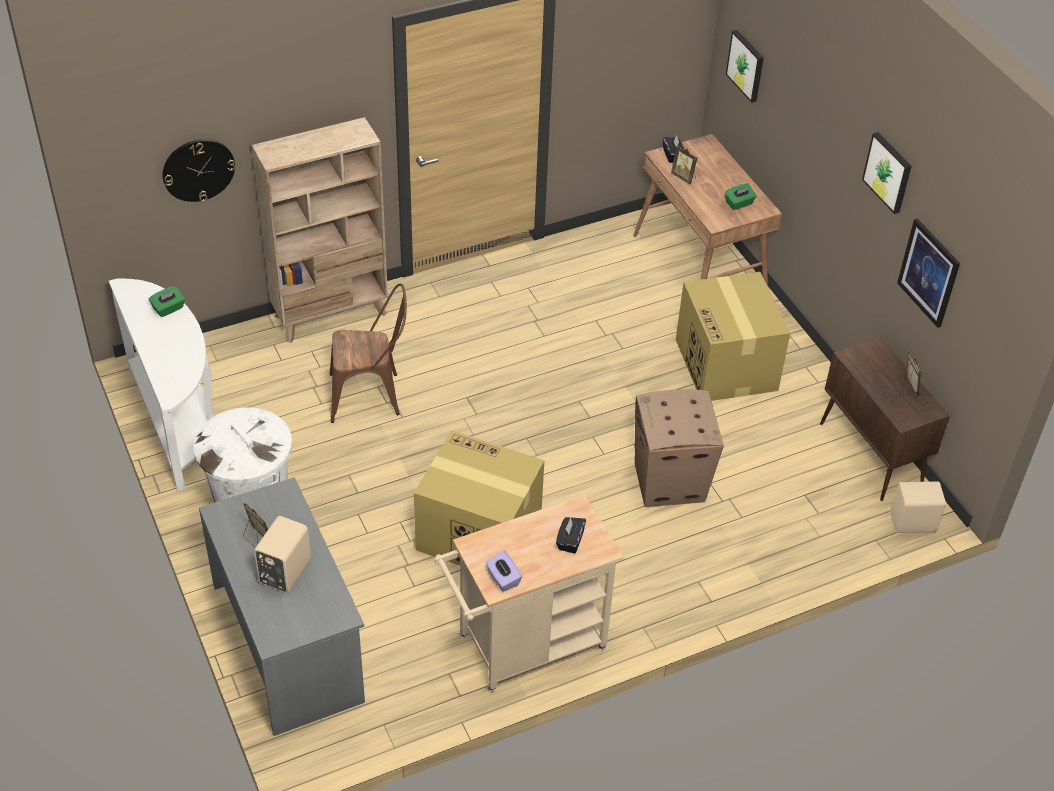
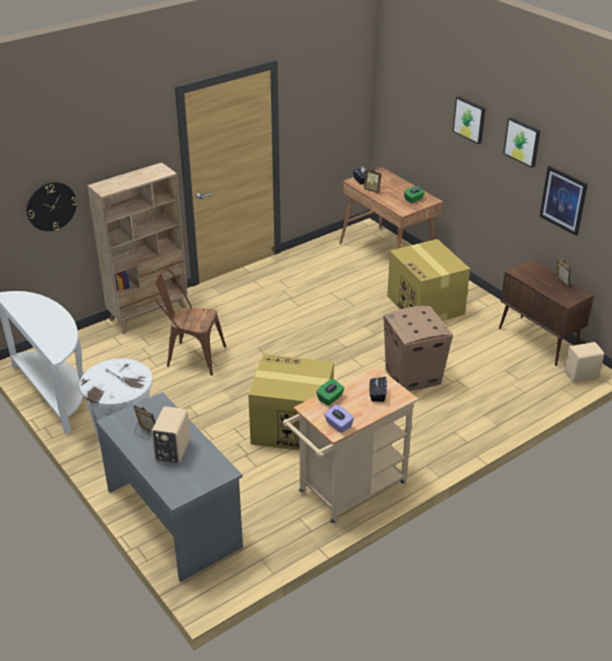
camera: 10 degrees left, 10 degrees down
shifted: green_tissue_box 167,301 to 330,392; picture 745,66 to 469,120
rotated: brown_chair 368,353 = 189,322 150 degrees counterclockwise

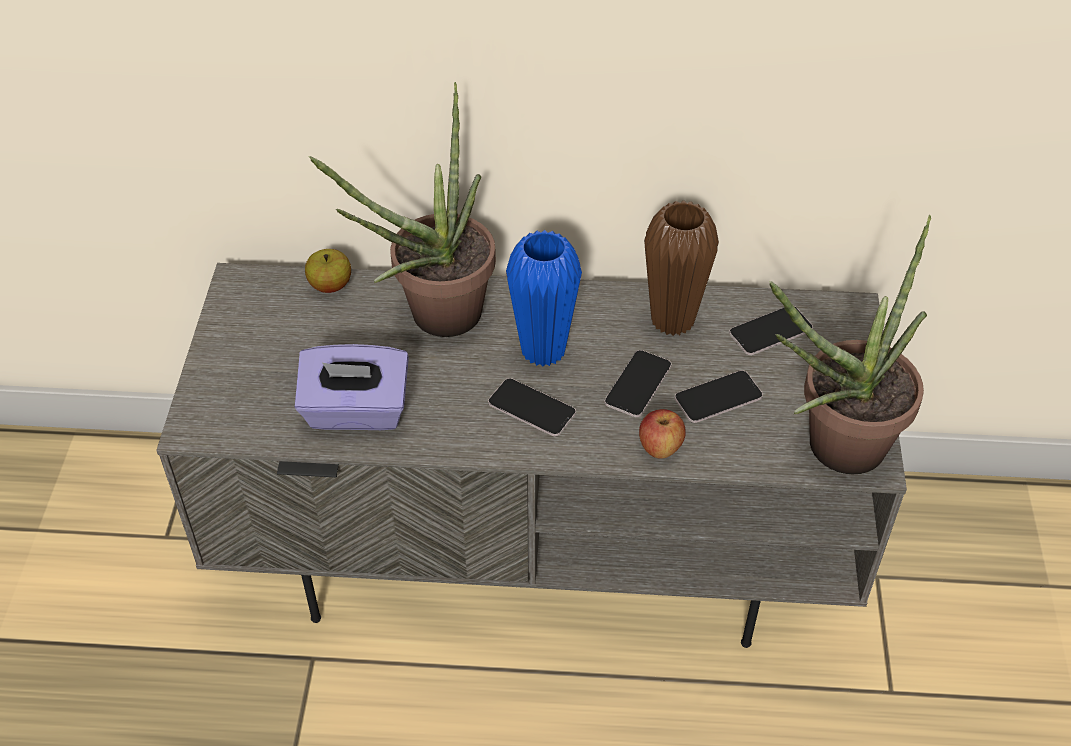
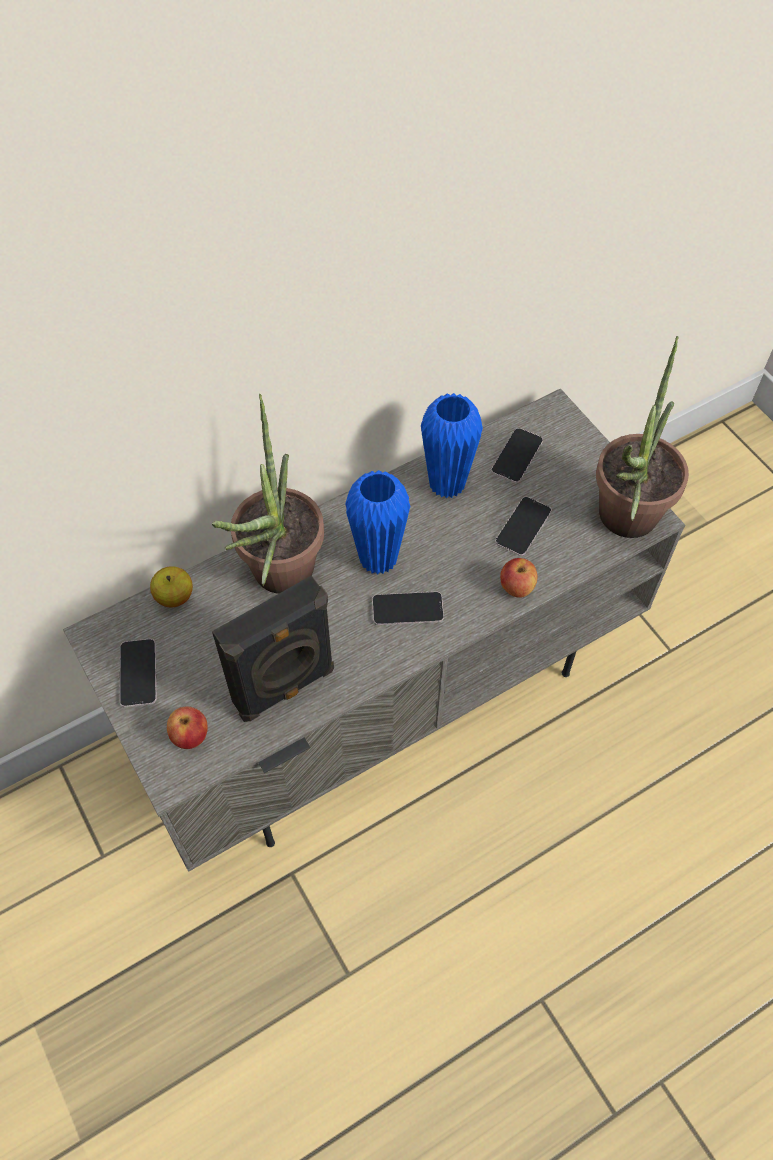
camera: 35 degrees left, 10 degrees up
new: apple 187,728
shifted: phone 638,383 to 138,673
swapped: purple_tissue_box 352,387 to black_speaker 273,648
repainted: brown_vase 681,268 to blue_vase 452,446

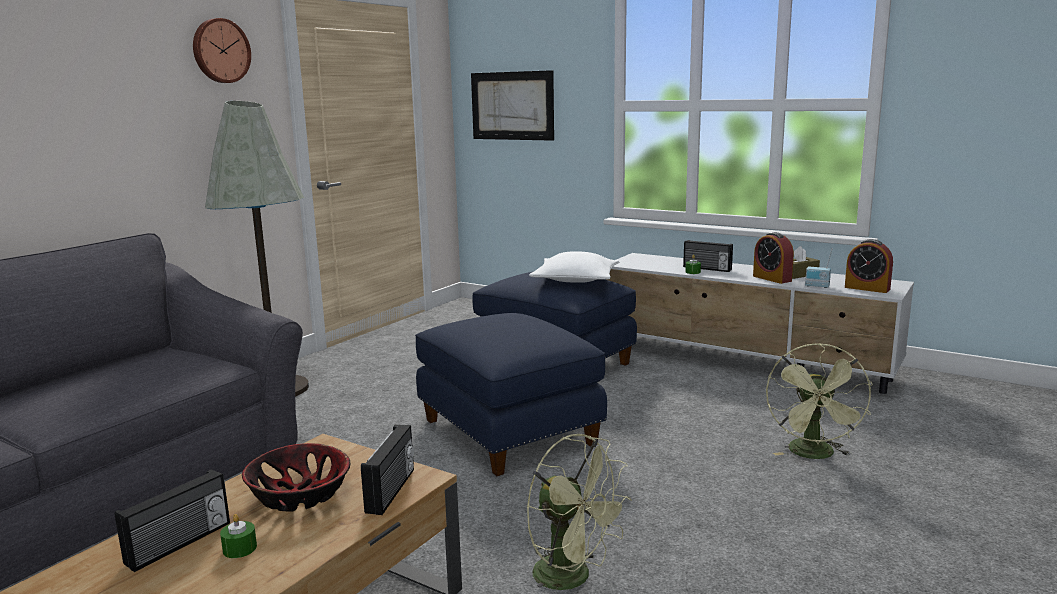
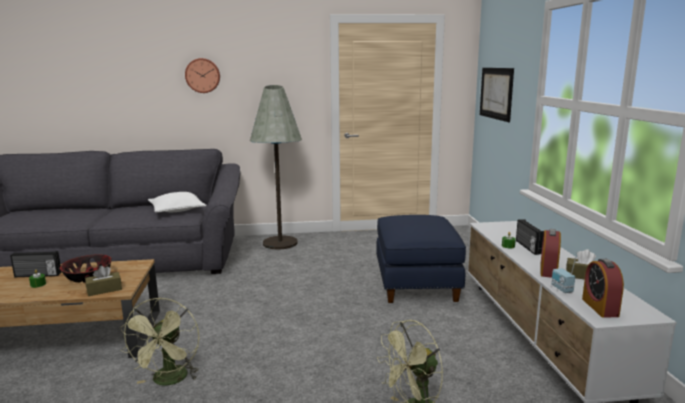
camera: 50 degrees right, 0 degrees up
gone: blue_ottoman 511,394
shifted: wall_clock 222,50 to 202,75; white_pillow 574,267 to 177,202
swapped: radio 387,470 to brown_tissue_box 103,281

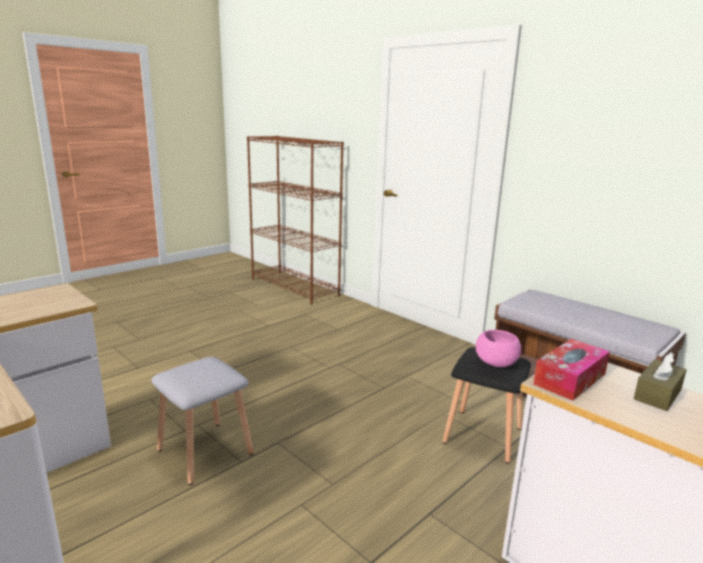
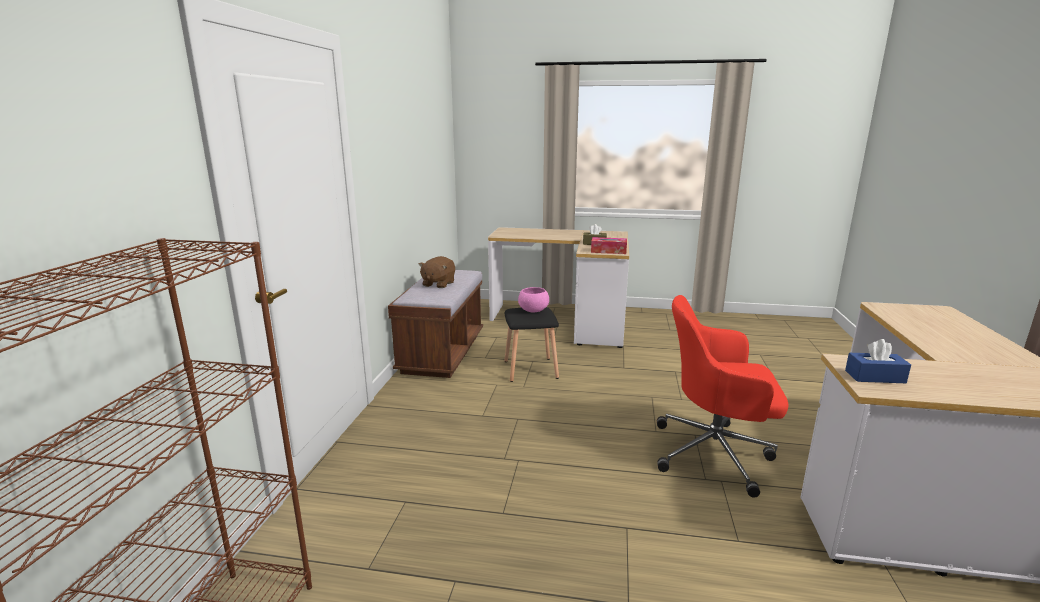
camera: 125 degrees left, 0 degrees up
new: brown_plush_toy 437,272; blue_tissue_box 878,361
swapped: grey_stool 202,421 to red_office_chair 722,396

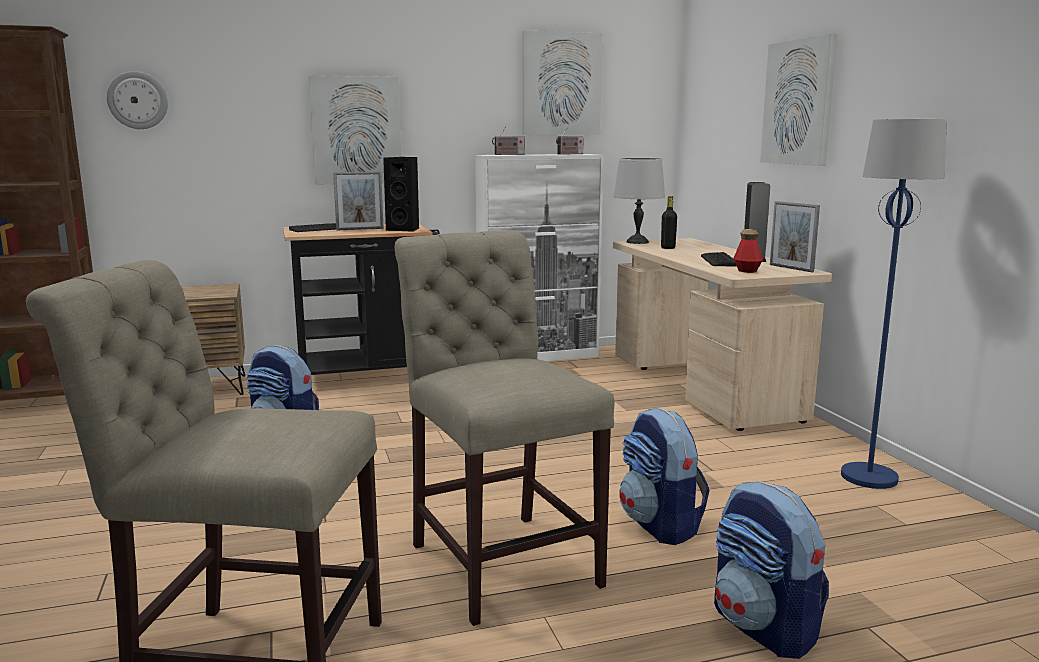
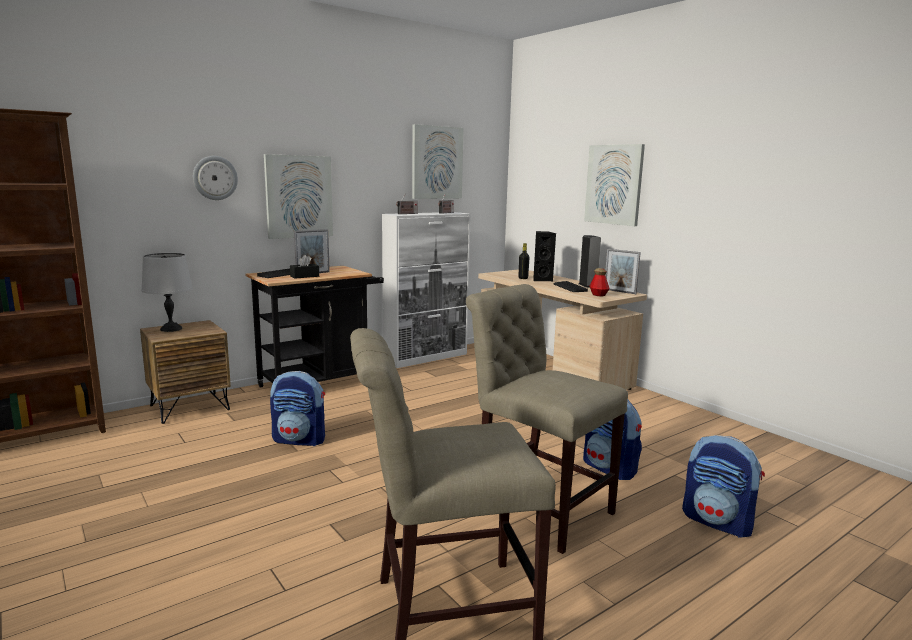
camera: 20 degrees left, 0 degrees up
gone: blue_floor_lamp 894,304
new: black_tissue_box 304,266
shifted: wall_clock 137,100 to 215,178; black_speaker 401,194 to 544,256; grey_table_lamp 639,201 to 167,292

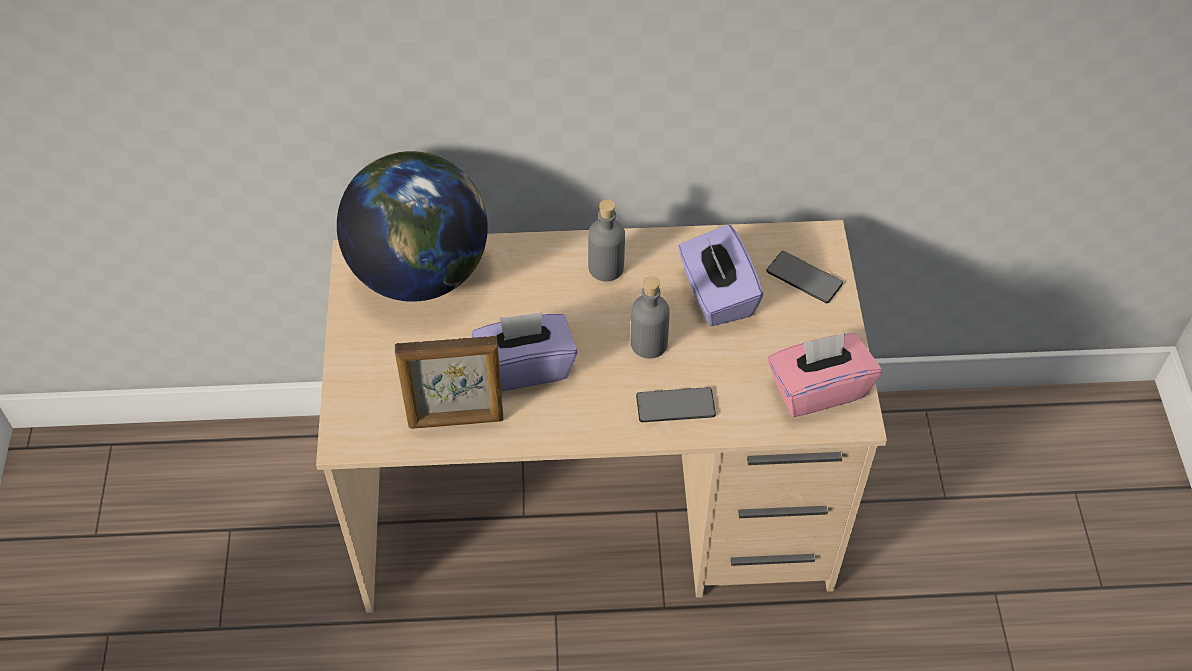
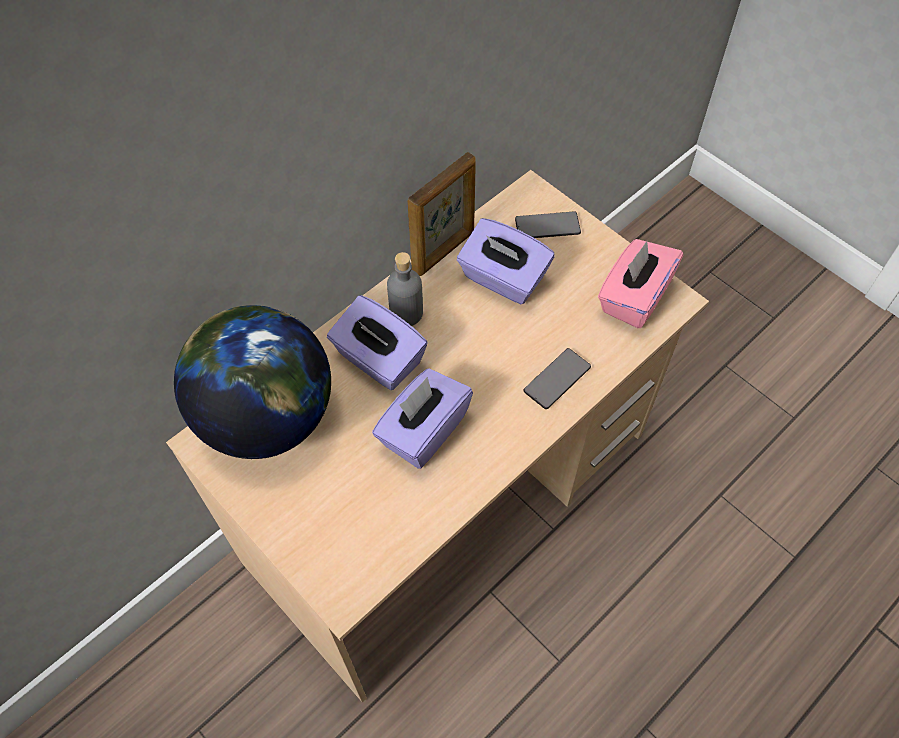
camera: 40 degrees left, 5 degrees up
gone: grey_bottle 650,317
new: purple_tissue_box 377,342
shifted: picture_frame 449,382 to 441,214

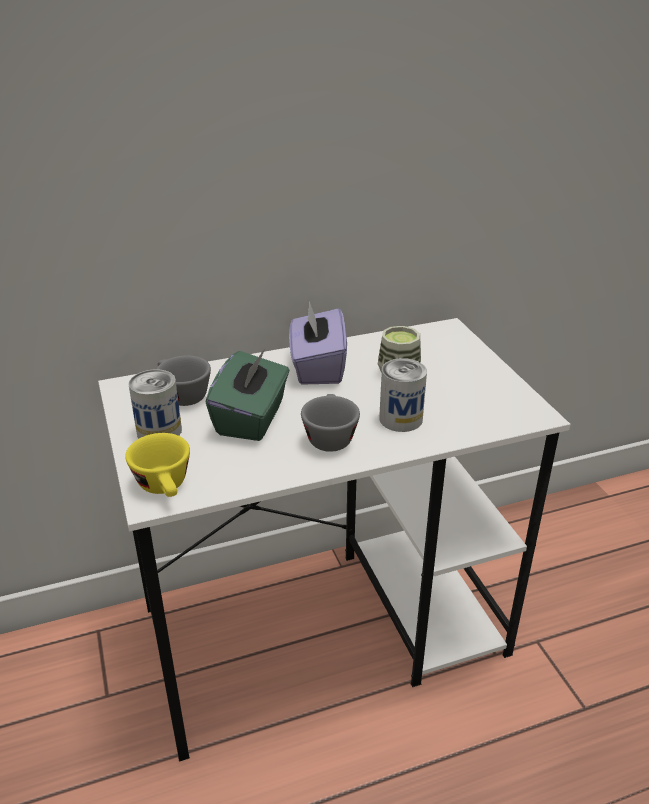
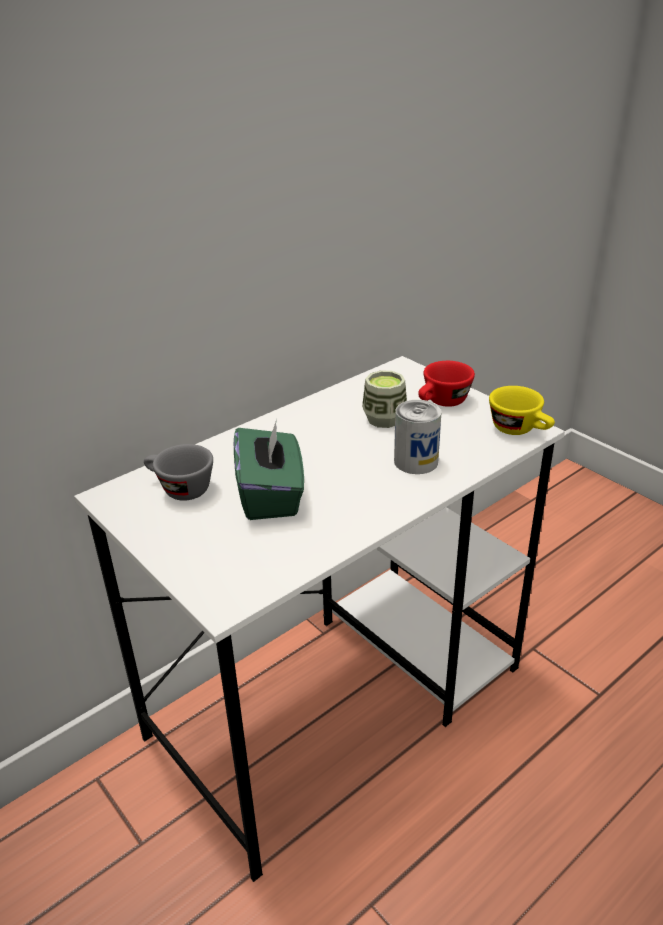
camera: 20 degrees left, 0 degrees up
gone: can 155,403; purple_tissue_box 318,343; grey_cup 330,423
new: red_cup 446,384
shifted: yellow_cup 157,465 to 522,410

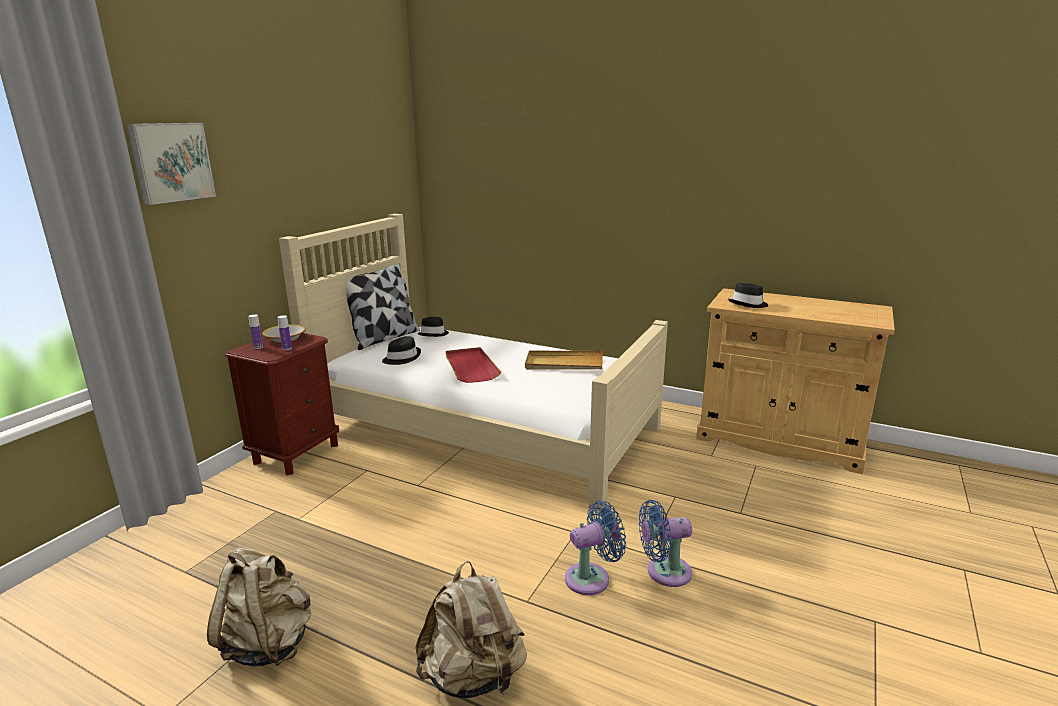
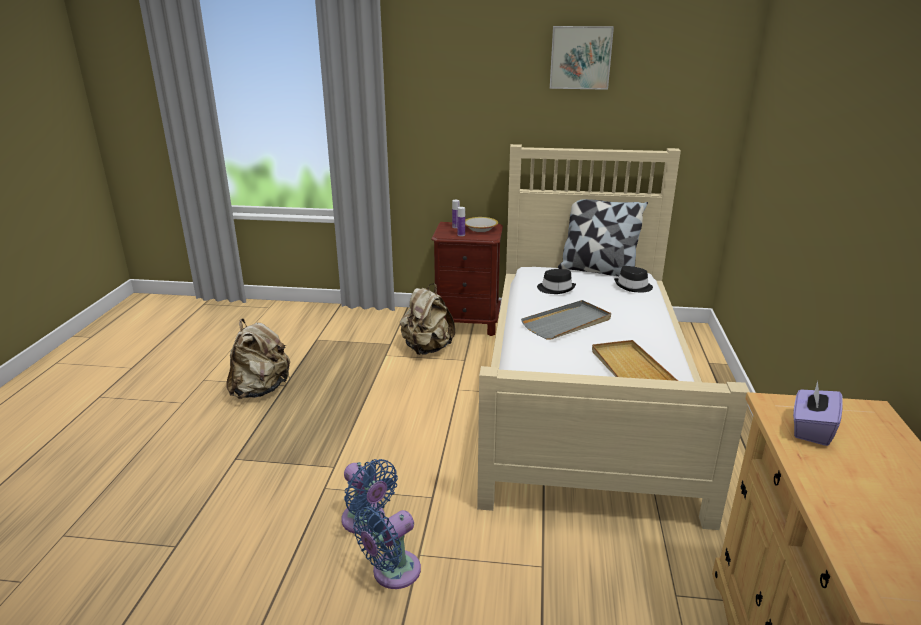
camera: 70 degrees right, 5 degrees up
shifted: picture 171,164 to 582,58; beige_backpack 471,629 to 427,319
swapped: black_hat 748,295 to purple_tissue_box 818,413
repainted: red_tray 473,365 to grey_tray 566,319
rotated: blue_fan 665,543 = 387,547 105 degrees counterclockwise

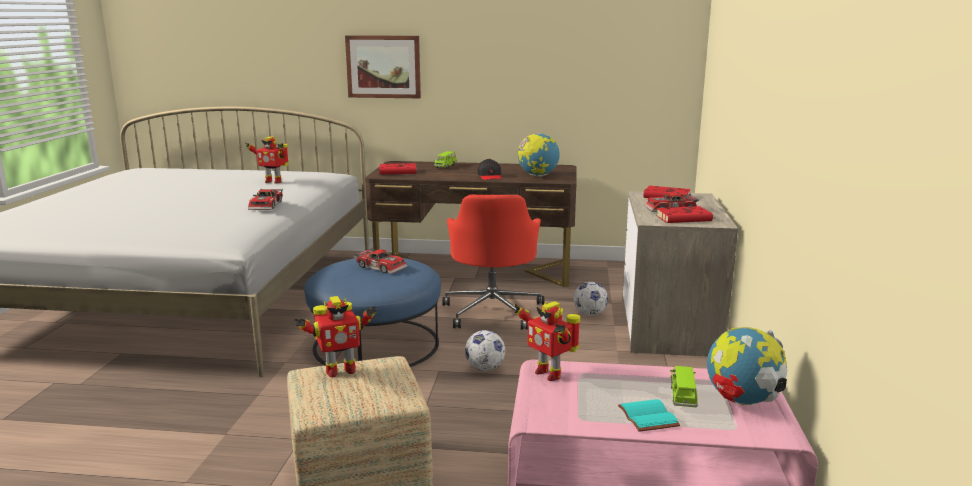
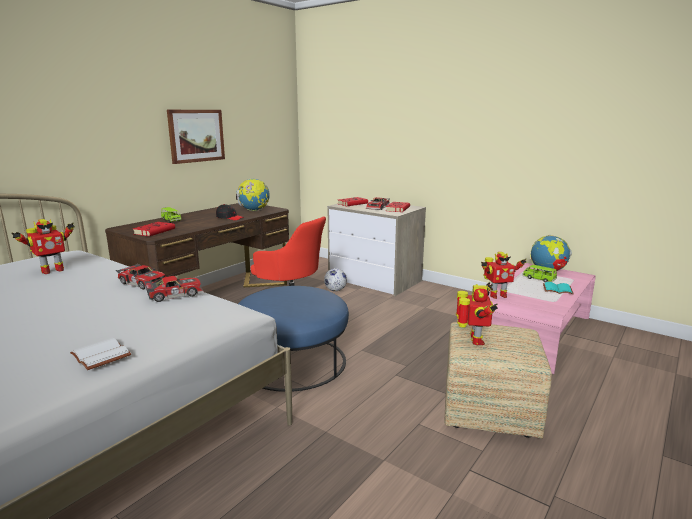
camera: 60 degrees left, 0 degrees up
gone: football 485,350
new: white_book 100,354
shifted: picture 383,66 to 196,137; toy_car 381,261 to 174,289

